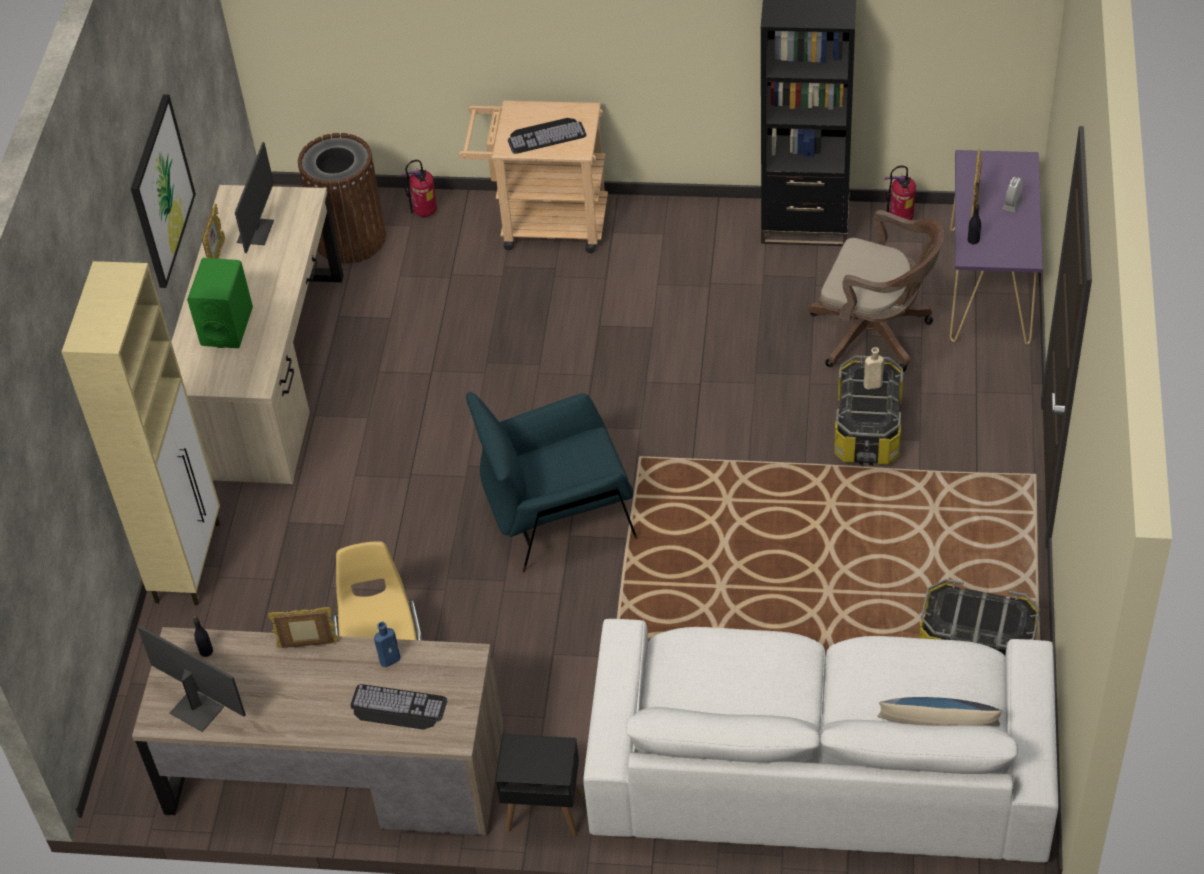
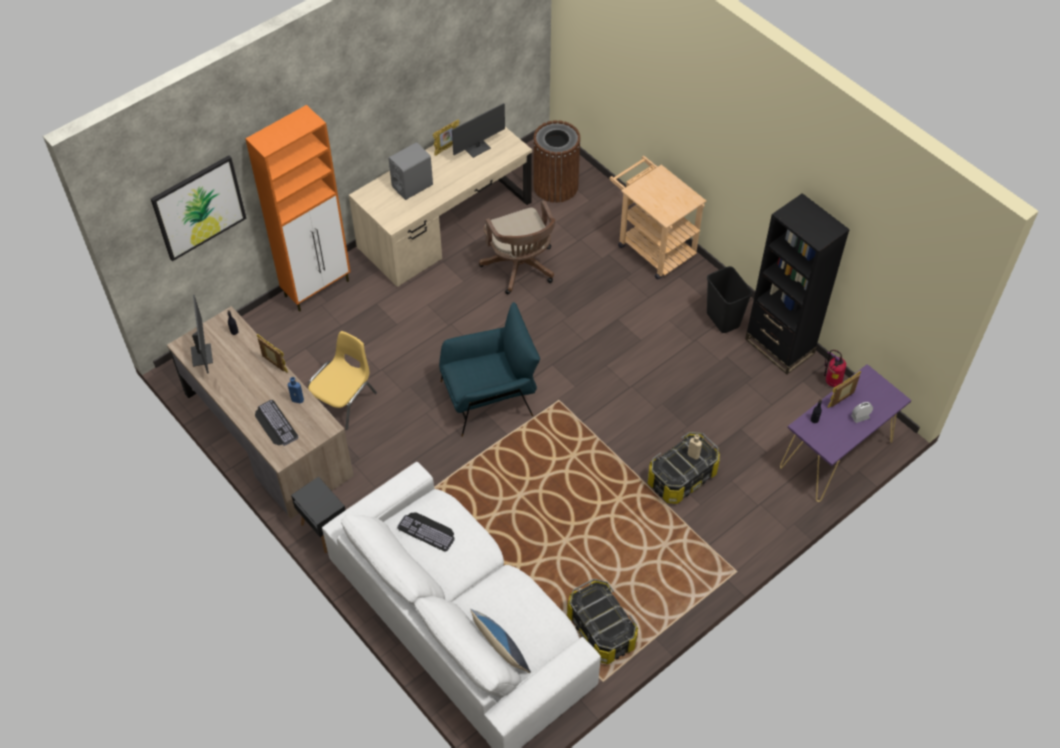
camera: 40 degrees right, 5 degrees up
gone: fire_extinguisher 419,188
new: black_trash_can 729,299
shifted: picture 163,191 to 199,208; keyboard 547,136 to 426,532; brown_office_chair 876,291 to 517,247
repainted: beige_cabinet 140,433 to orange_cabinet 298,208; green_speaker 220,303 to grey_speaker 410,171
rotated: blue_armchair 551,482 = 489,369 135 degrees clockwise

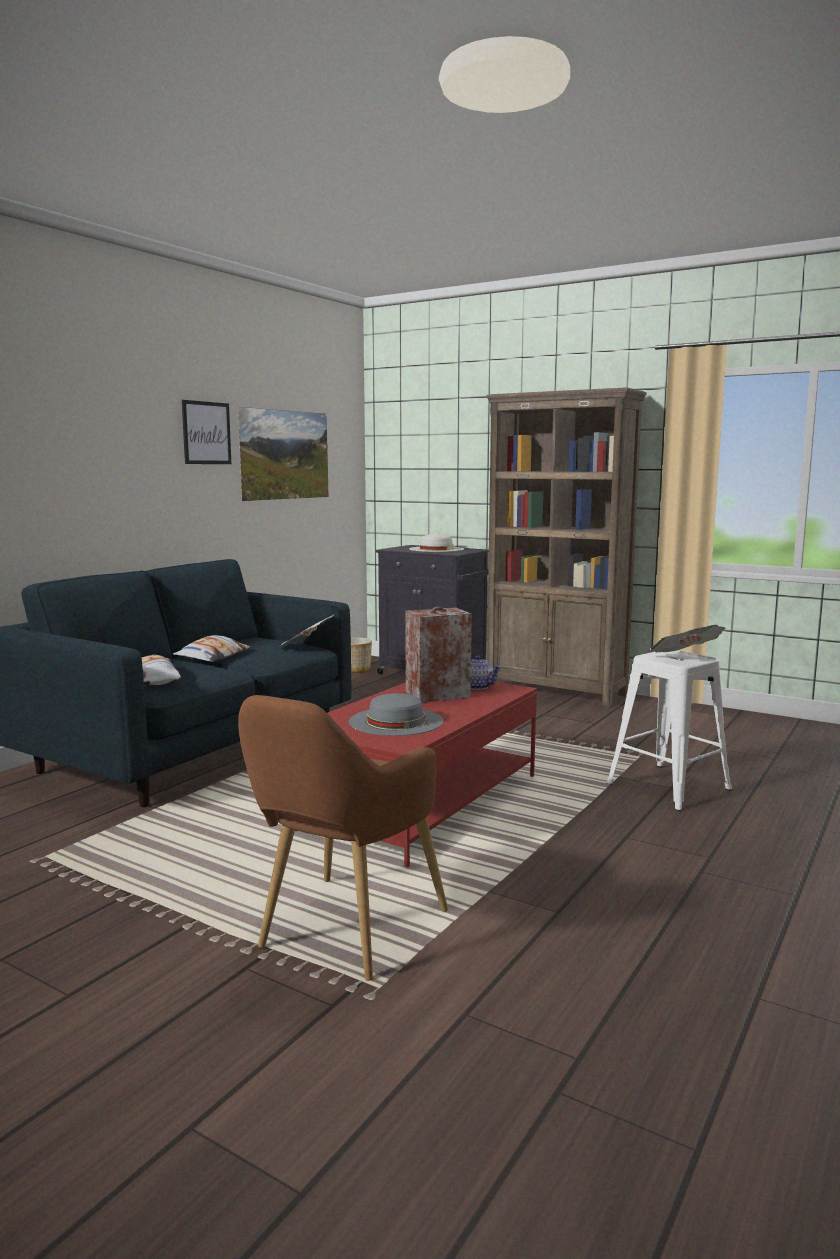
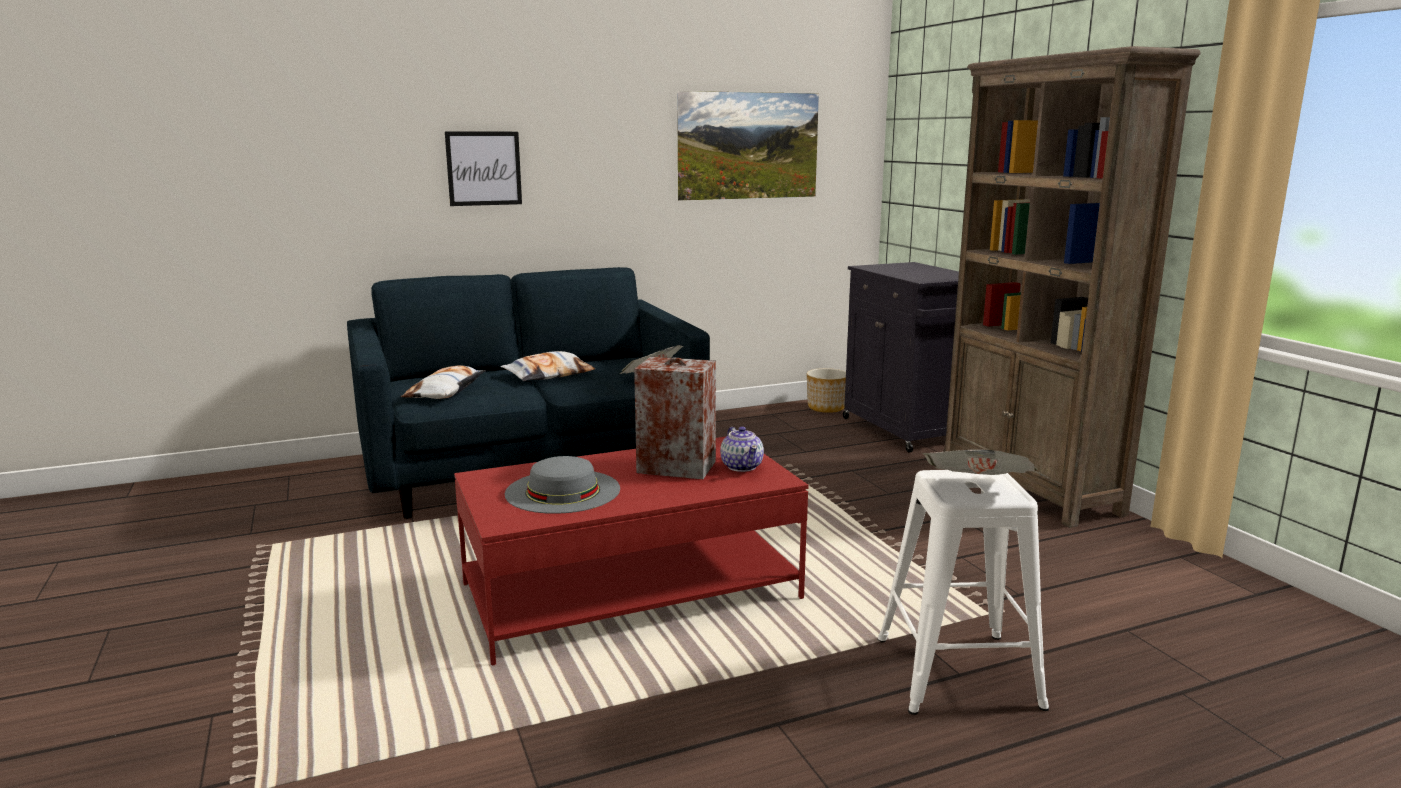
camera: 35 degrees right, 5 degrees up
gone: brown_armchair 343,838; white_hat 436,542
shifted: picture 206,432 to 483,168

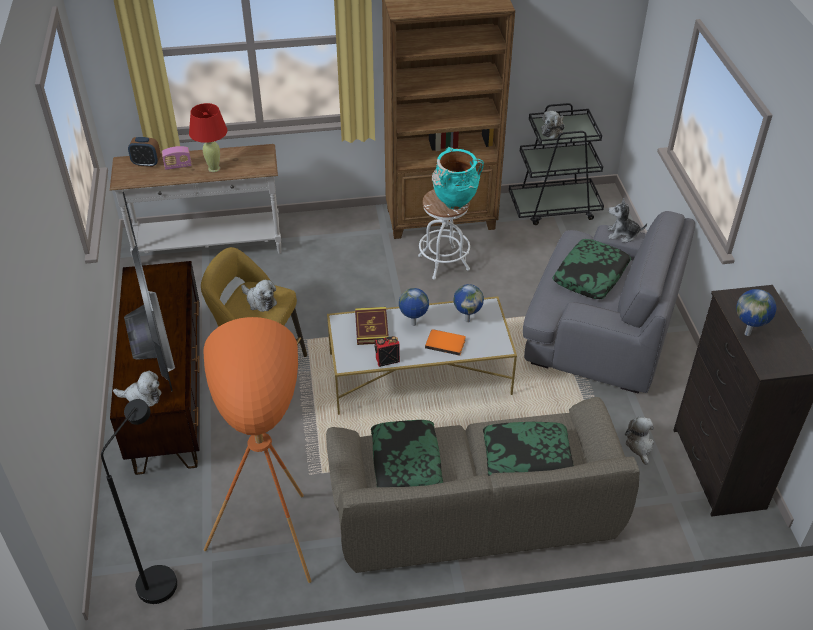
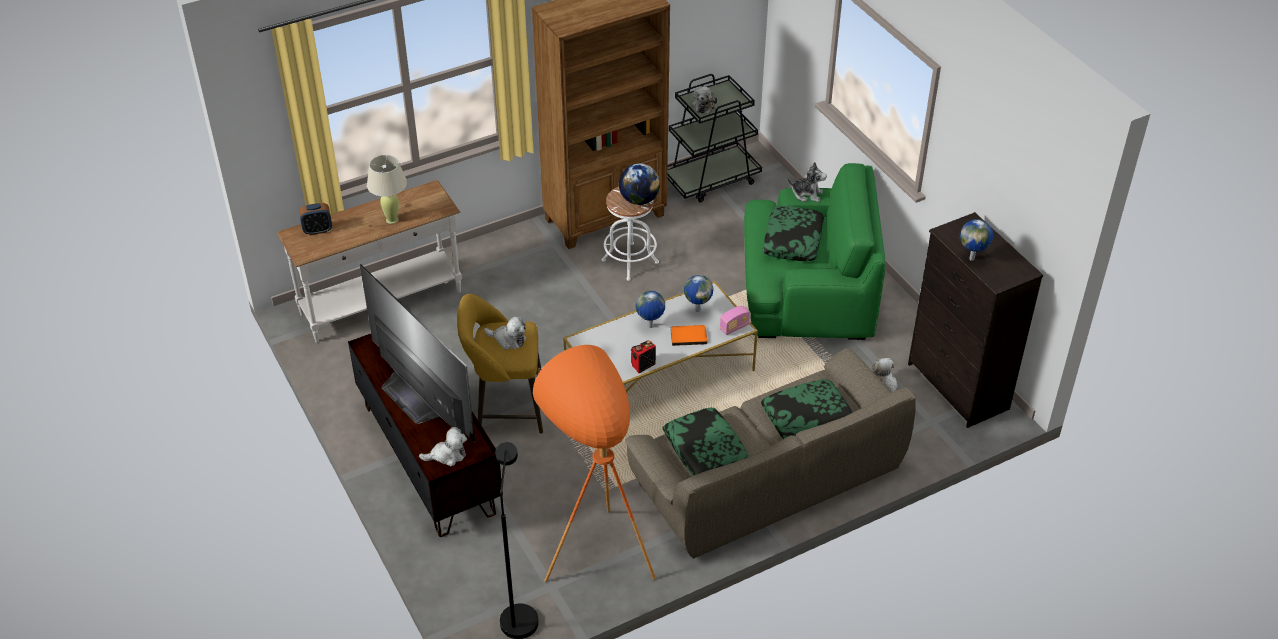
camera: 20 degrees left, 0 degrees up
gone: book 372,326
shifted: radio 177,158 to 735,320
swapped: turquoise_vase 458,178 to globe 639,184
repainted: red_table_lamp 208,137 to beige_table_lamp 387,189; grey_armchair 609,302 to green_armchair 815,251
rotated: plush_toy 627,220 = 807,182 150 degrees counterclockwise

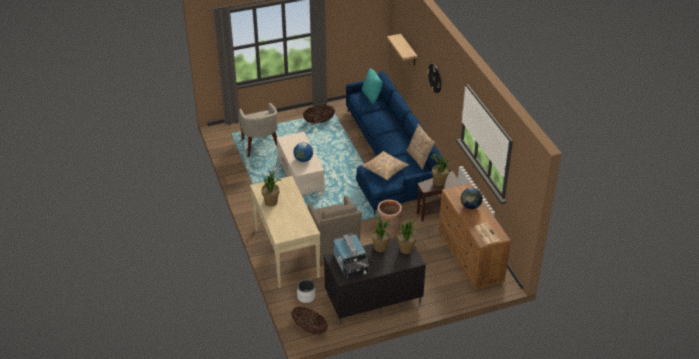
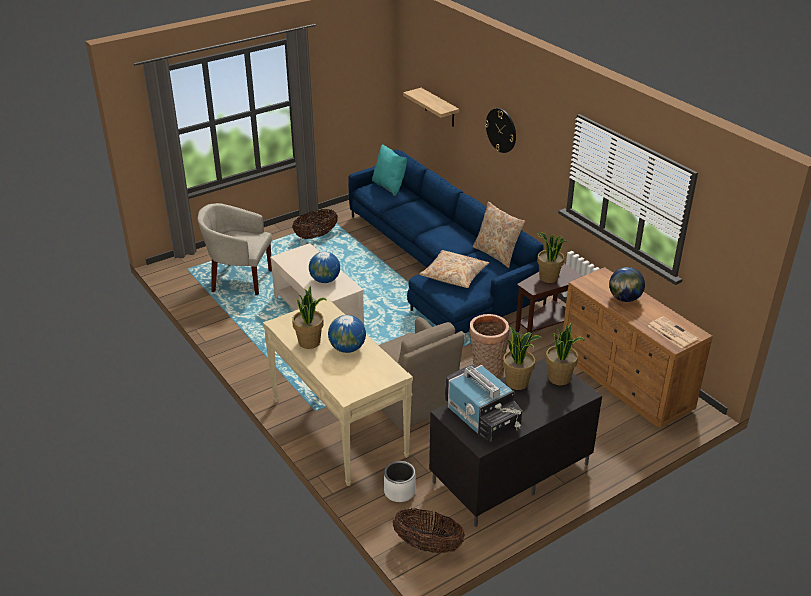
camera: 15 degrees left, 5 degrees down
new: globe 347,334
rotated: beige_armchair 258,130 = 234,249 135 degrees clockwise

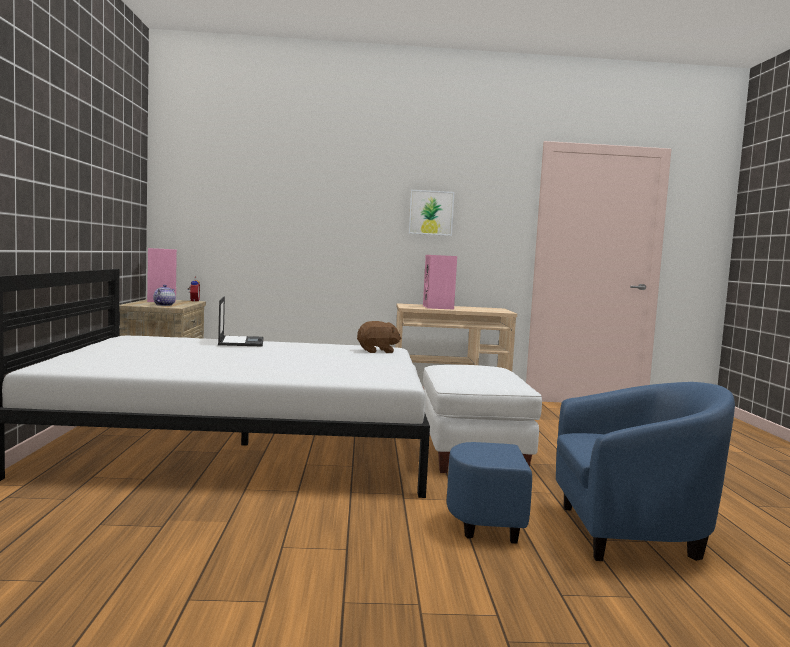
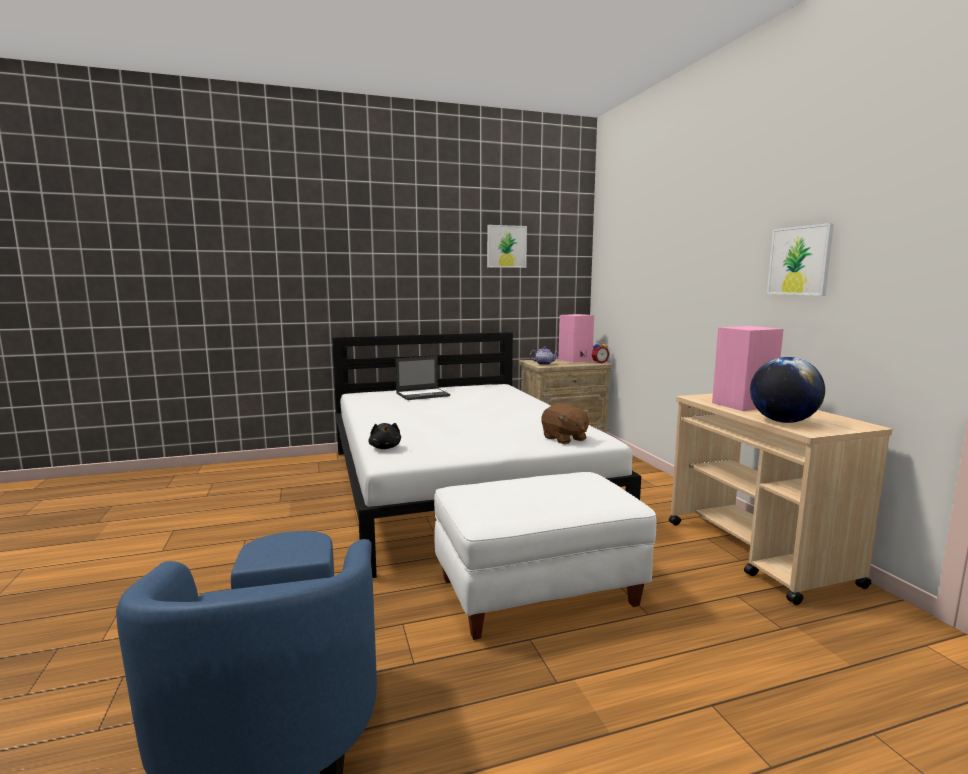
camera: 75 degrees right, 5 degrees up
new: black_plush_toy 384,436; picture 507,246; globe 787,390
shifted: laptop 240,321 to 422,378

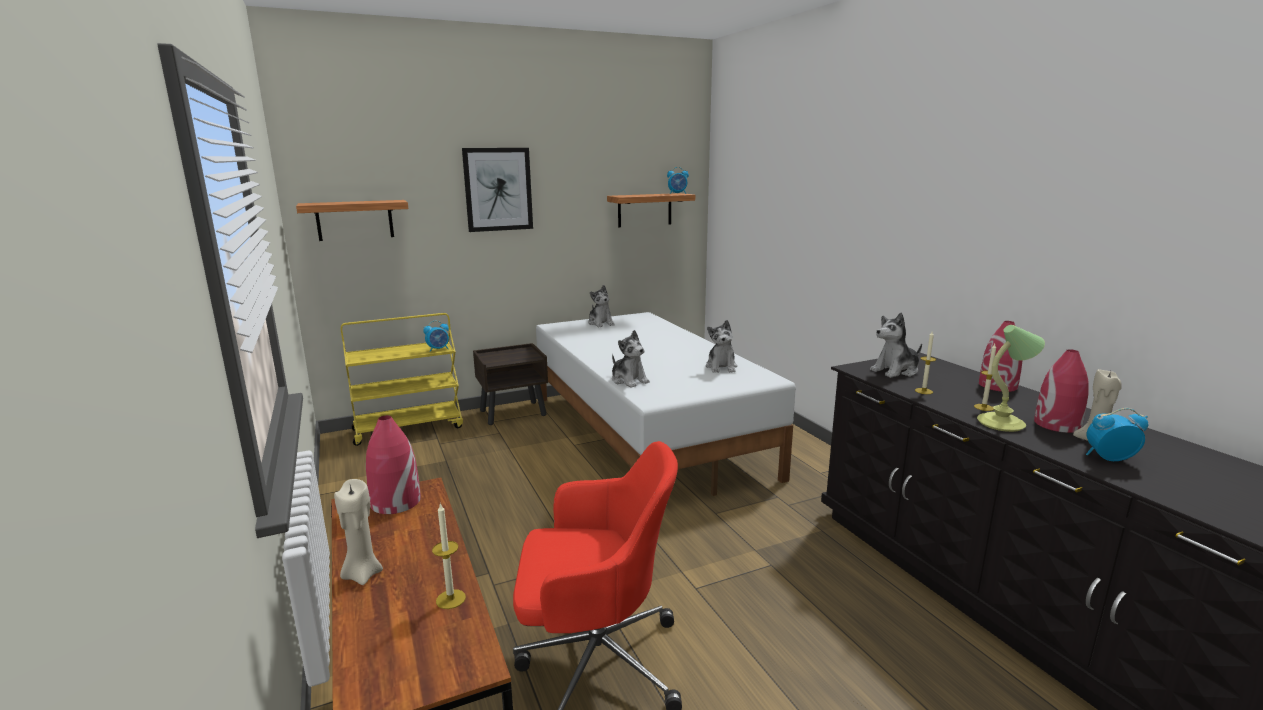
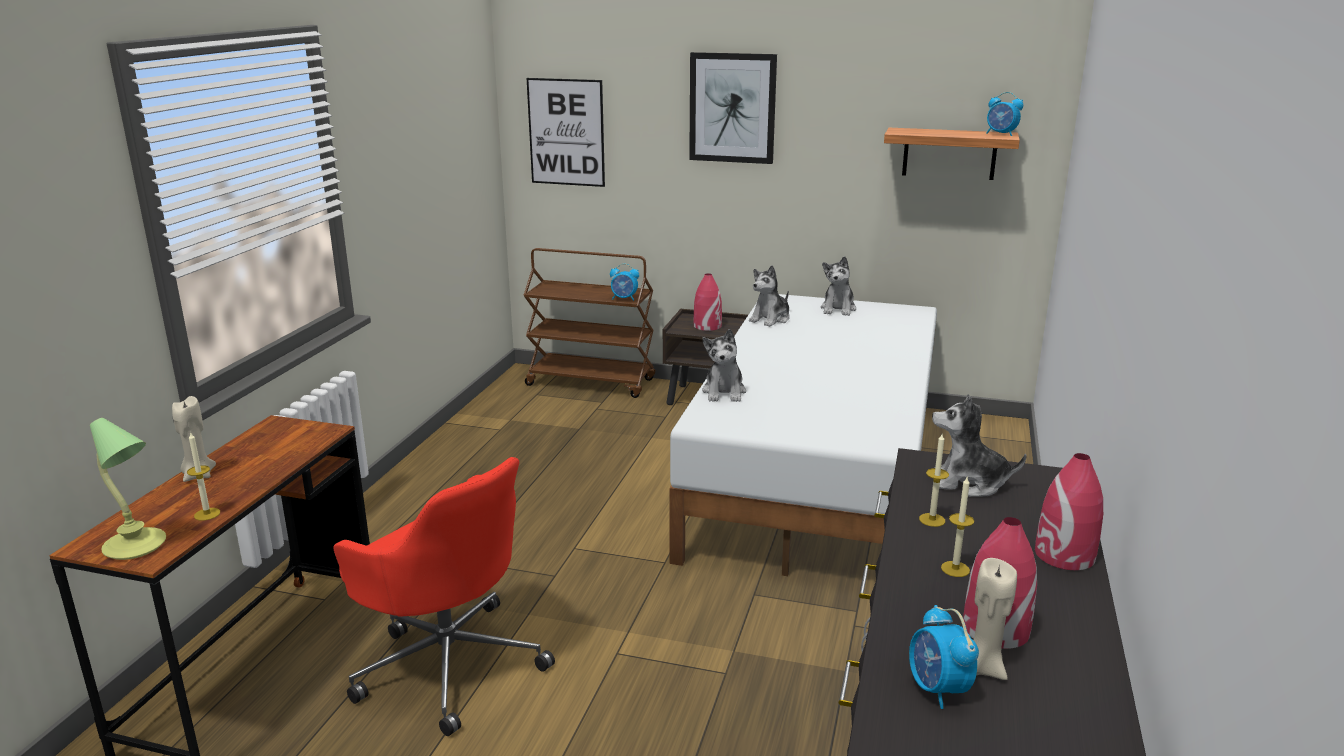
camera: 40 degrees right, 5 degrees up
shifted: red_vase 393,464 to 708,302; plush_toy 721,346 to 769,296; table_lamp 1011,378 to 128,489
swapped: shelf 352,220 to picture 566,132
repainted: yellow_cart 402,379 to brown_cart 589,323
rotated: alarm_clock 1117,434 = 944,657 150 degrees counterclockwise

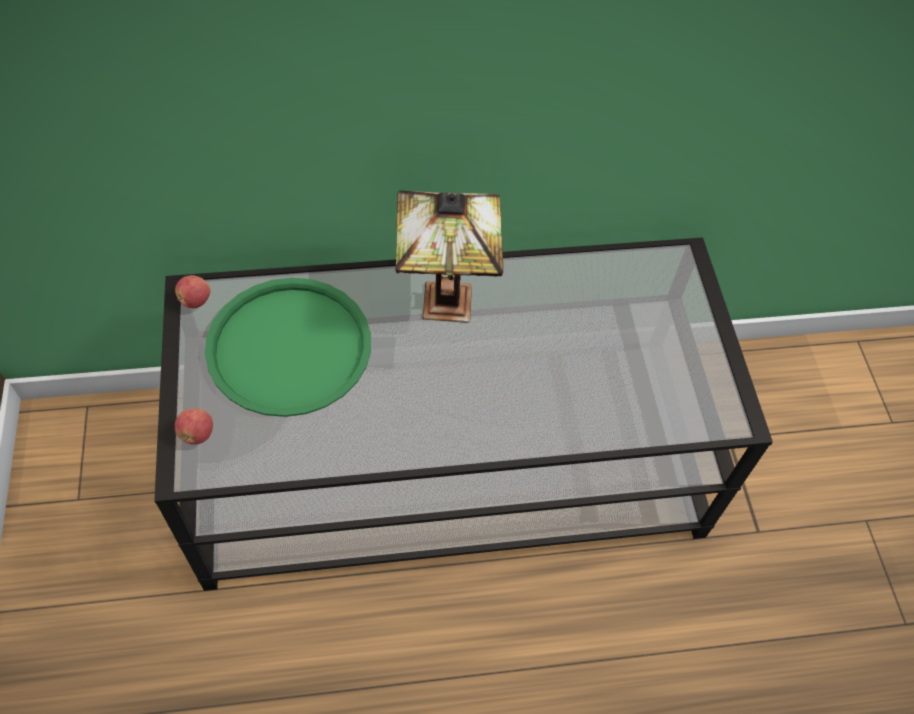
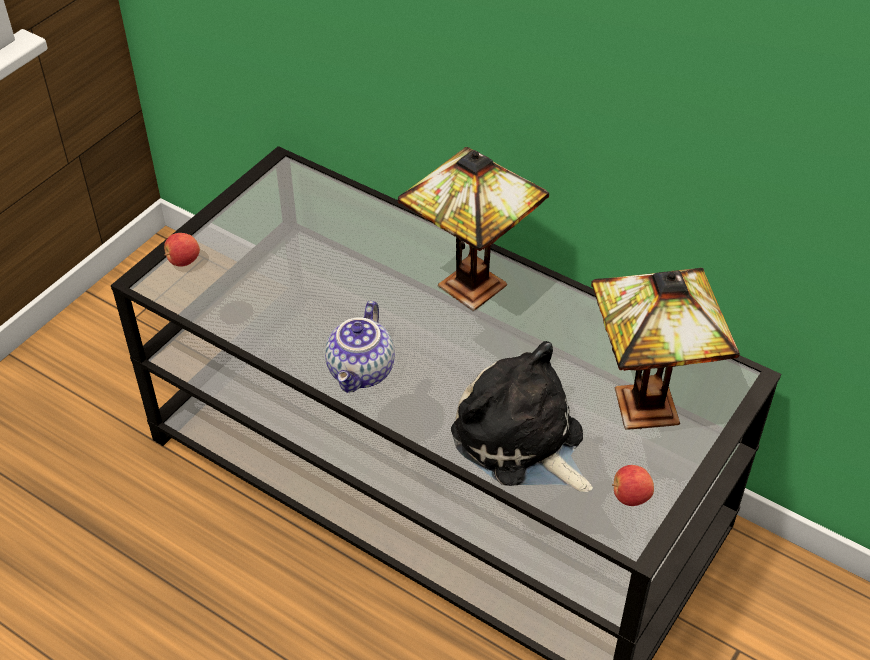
camera: 45 degrees right, 10 degrees down
gone: green_tray 288,347
new: teapot 360,347; plush_toy 522,416; table_lamp 665,349
shifted: apple 192,291 to 633,485

